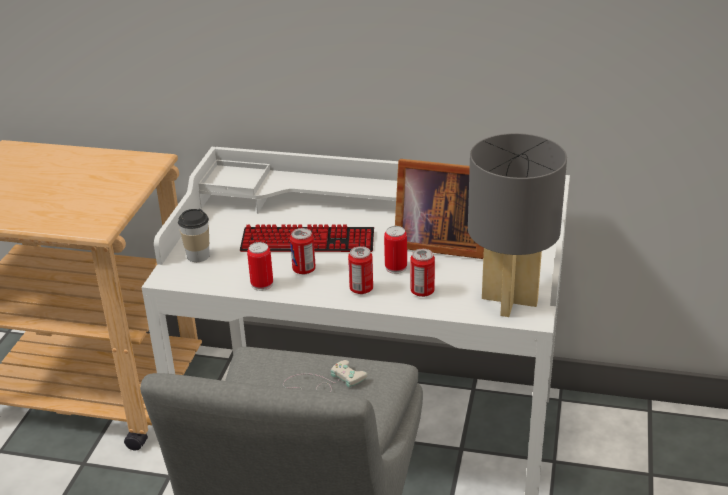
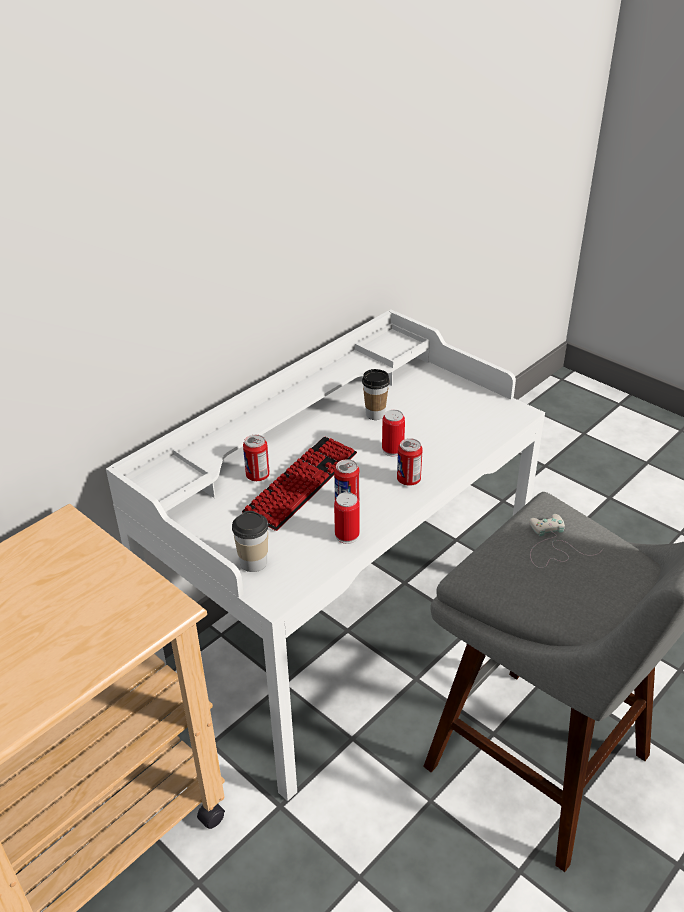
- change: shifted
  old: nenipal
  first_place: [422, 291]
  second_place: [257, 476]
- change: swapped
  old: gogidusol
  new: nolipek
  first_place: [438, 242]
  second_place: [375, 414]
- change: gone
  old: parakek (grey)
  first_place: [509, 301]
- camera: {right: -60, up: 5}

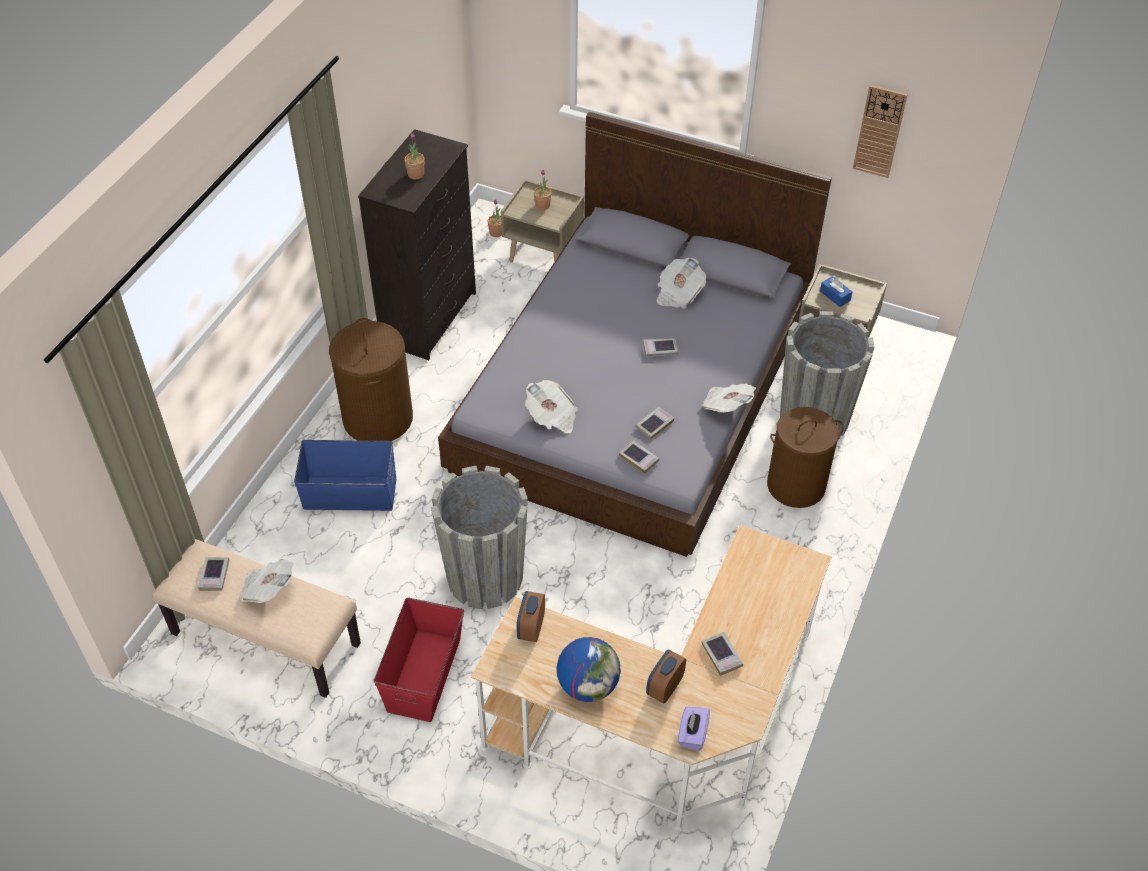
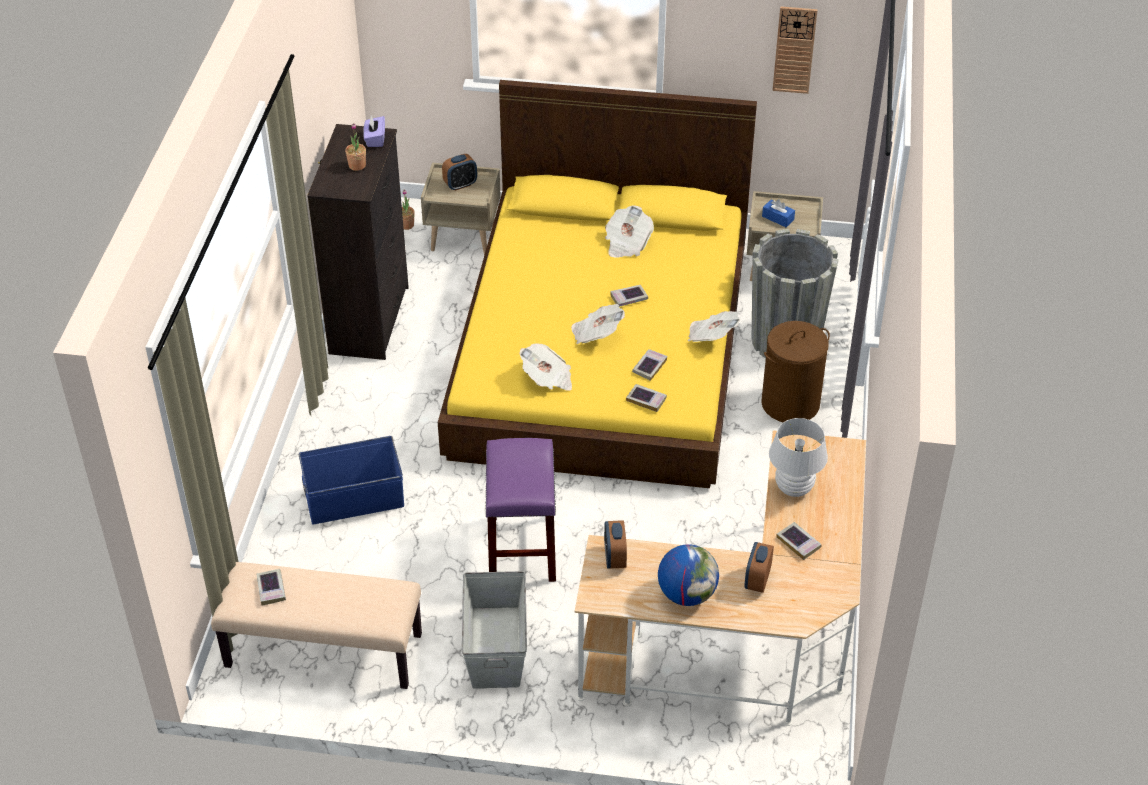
- change: shifted
  old: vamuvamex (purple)
  first_place: [692, 734]
  second_place: [375, 139]
- change: repainted
  old: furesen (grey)
  new: furesen (yellow)
  first_place: [634, 388]
  second_place: [602, 346]
- change: swapped
  old: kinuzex
  new: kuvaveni
  first_place: [542, 205]
  second_place: [460, 185]
- change: repainted
  old: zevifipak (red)
  new: zevifipak (grey)
  first_place: [423, 674]
  second_place: [495, 647]
- change: swapped
  old: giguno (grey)
  new: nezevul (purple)
  first_place: [484, 577]
  second_place: [521, 548]
- change: shifted
  old: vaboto
  first_place: [268, 589]
  second_place: [596, 334]
- change: new
  new: parakek (white)
  second_place: [793, 488]
- change: gone
  old: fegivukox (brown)
  first_place: [377, 418]
- camera: {right: -15, up: -5}

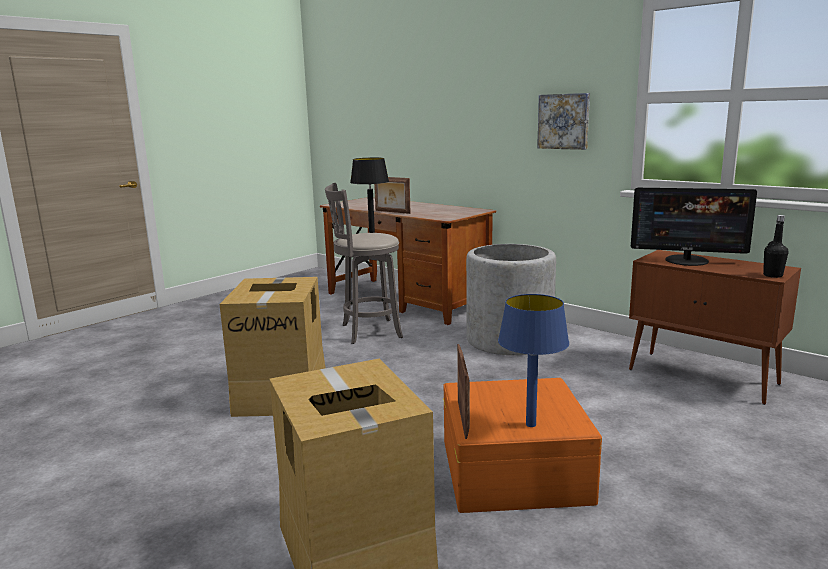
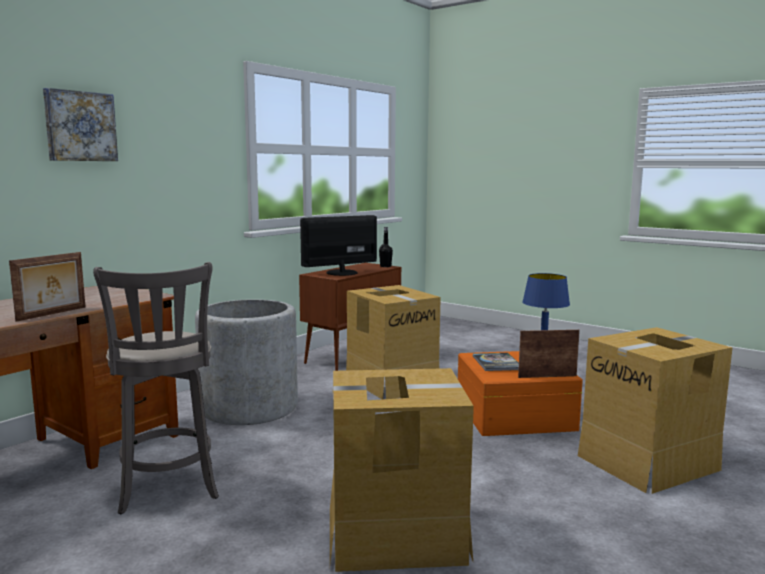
- change: shifted
  old: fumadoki
  first_place: [564, 121]
  second_place: [80, 126]
- change: rotated
  old: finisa
  first_place: [687, 260]
  second_place: [341, 272]
  degrees: -135
- change: new
  new: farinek
  second_place: [392, 382]
- change: new
  new: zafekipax
  second_place: [497, 363]
- change: gone
  old: parakek (black)
  first_place: [371, 232]
- camera: {right: -95, up: -5}

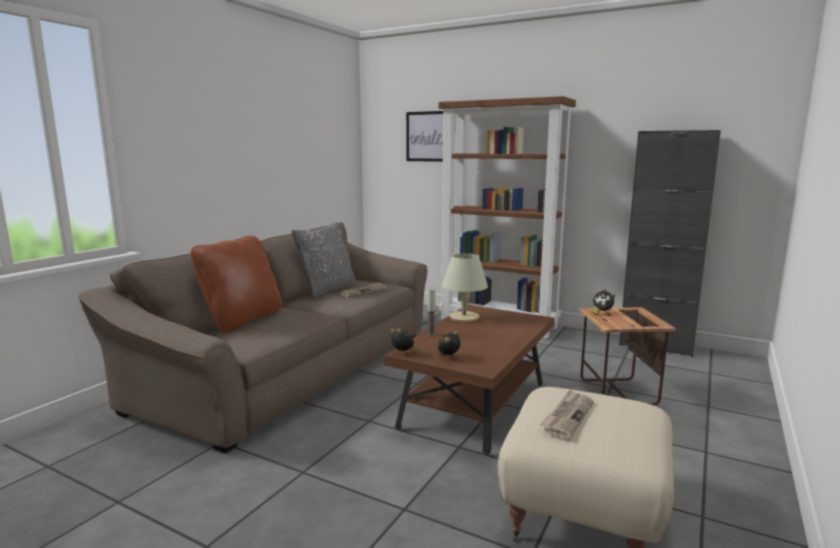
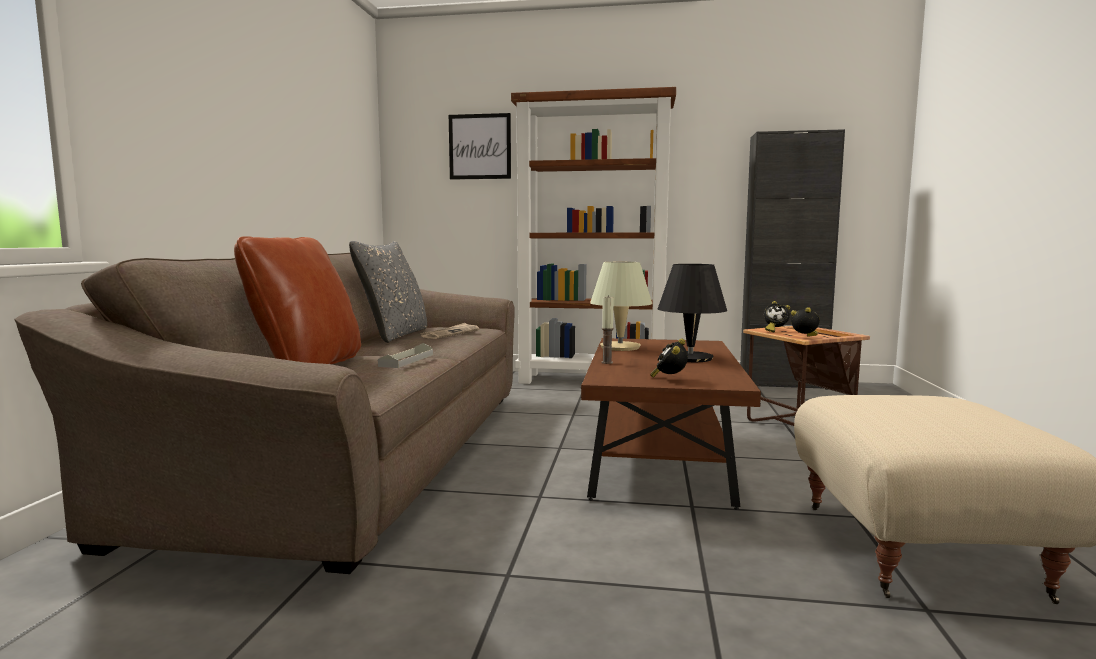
- change: new
  new: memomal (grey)
  second_place: [406, 360]
- change: new
  new: parakek (black)
  second_place: [690, 358]
- change: shifted
  old: kuvaveni
  first_place: [403, 354]
  second_place: [805, 338]
- change: gone
  old: vaboto
  first_place: [568, 416]
- camera: {right: -20, up: -5}

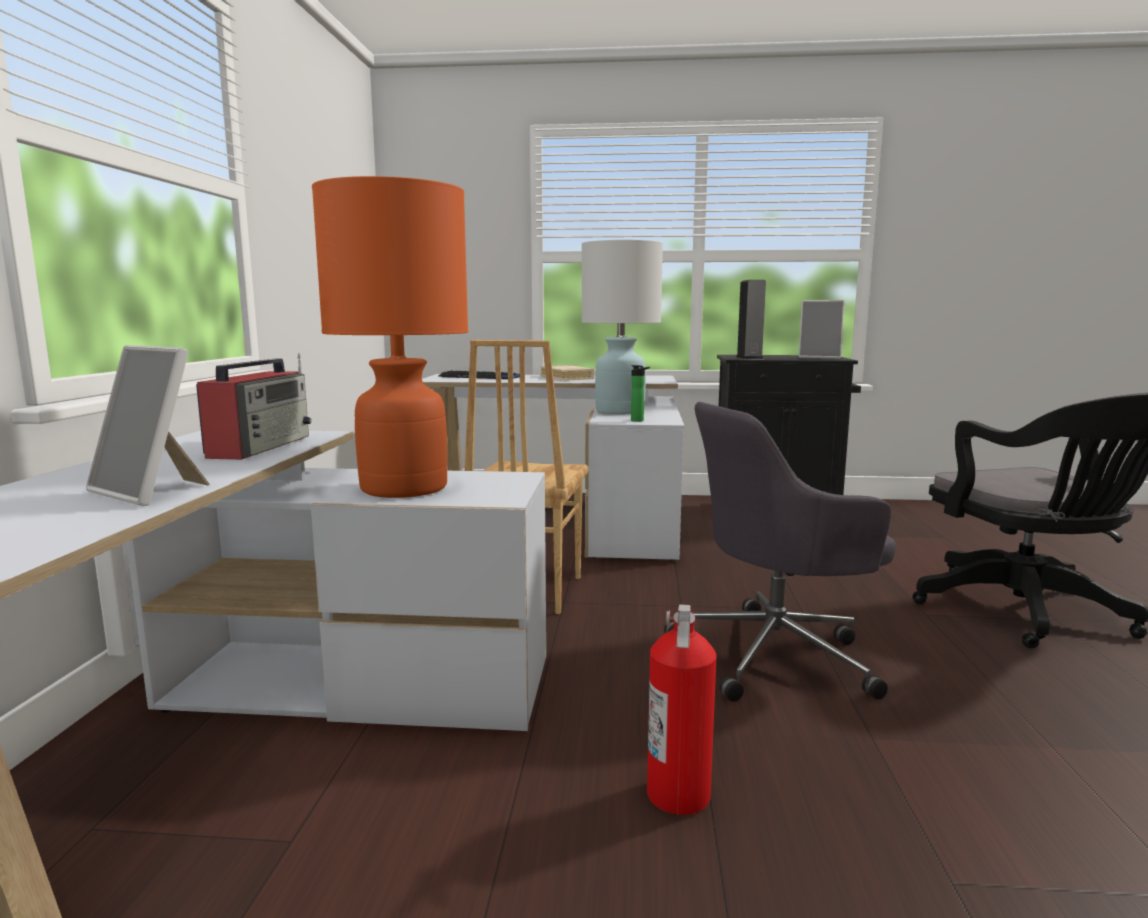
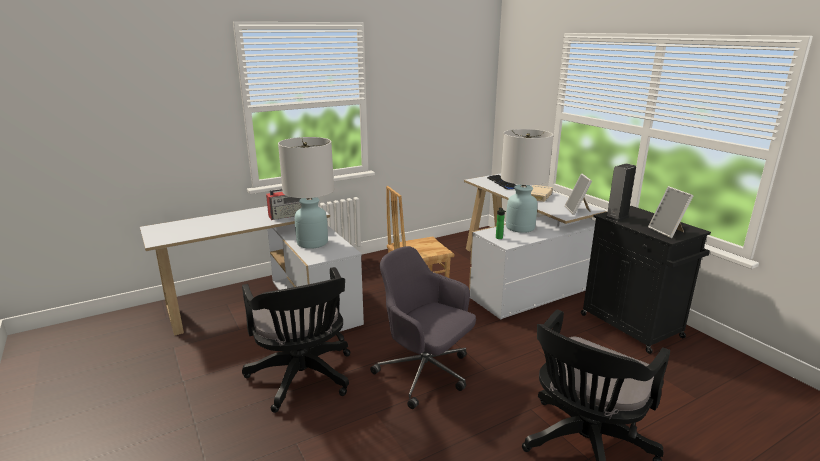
- change: swapped
  old: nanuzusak
  new: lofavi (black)
  first_place: [679, 794]
  second_place: [303, 379]
- change: repainted
  old: parakek (orange)
  new: parakek (white)
  first_place: [403, 488]
  second_place: [312, 243]
- change: shifted
  old: gogidusol
  first_place: [153, 492]
  second_place: [577, 210]
- camera: {right: 55, up: 10}

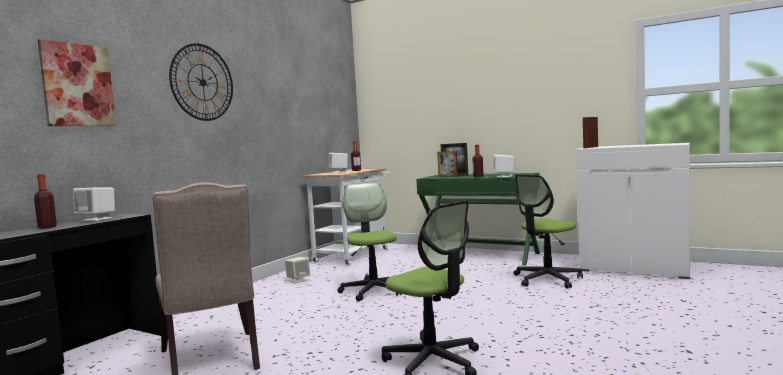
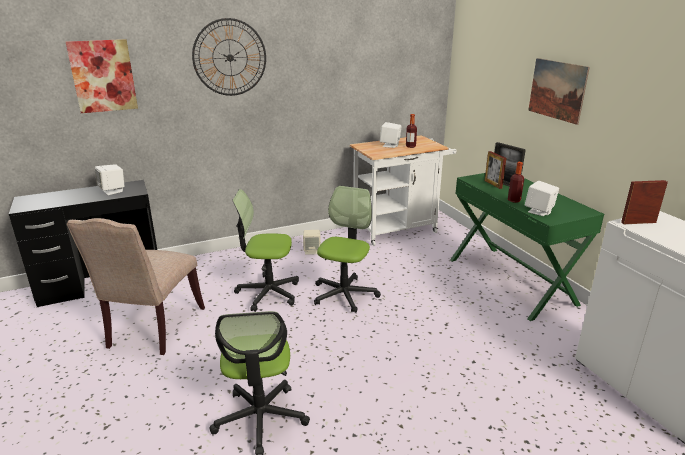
- change: shifted
  old: lofavi
  first_place: [547, 279]
  second_place: [268, 293]
- change: new
  new: fumadoki
  second_place: [557, 90]
- change: gone
  old: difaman
  first_place: [47, 227]
- camera: {right: 35, up: 20}

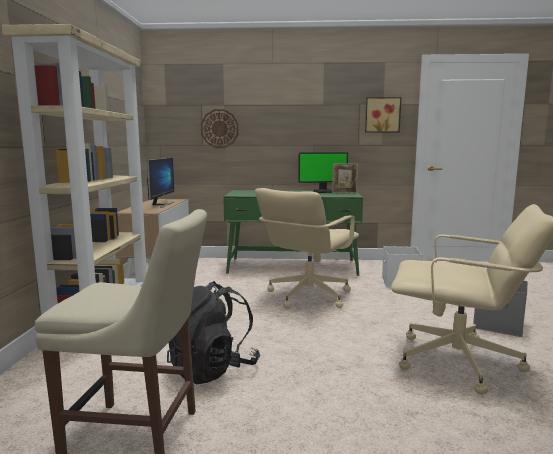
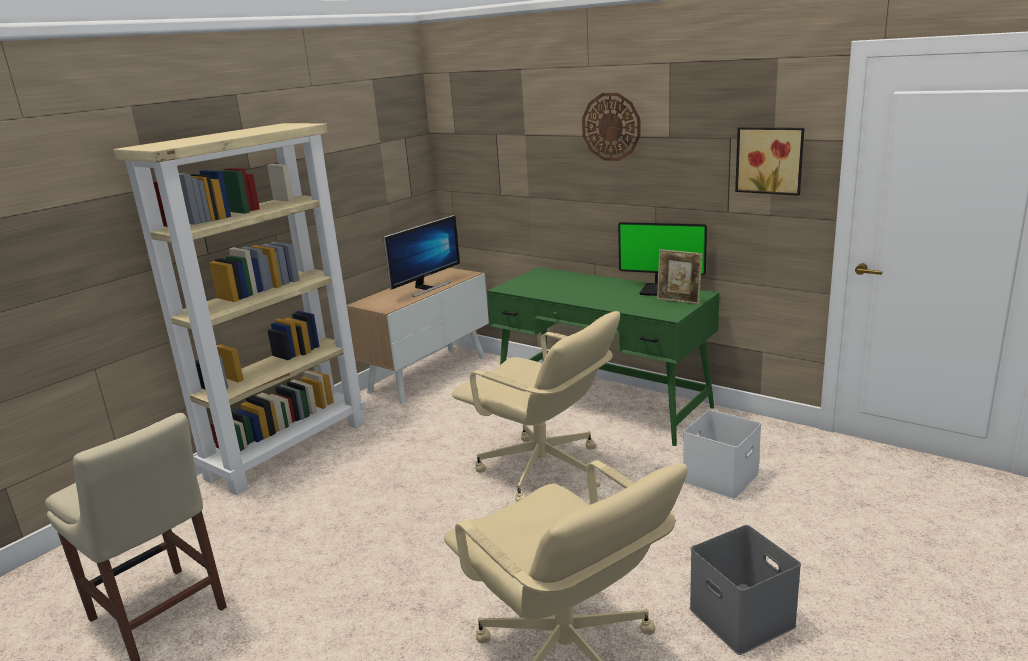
- change: rotated
  old: lofavi (beige)
  first_place: [307, 296]
  second_place: [543, 471]
  degrees: -120
- change: shifted
  old: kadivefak
  first_place: [219, 128]
  second_place: [611, 127]
- change: gone
  old: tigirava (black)
  first_place: [213, 369]
- camera: {right: 35, up: 10}

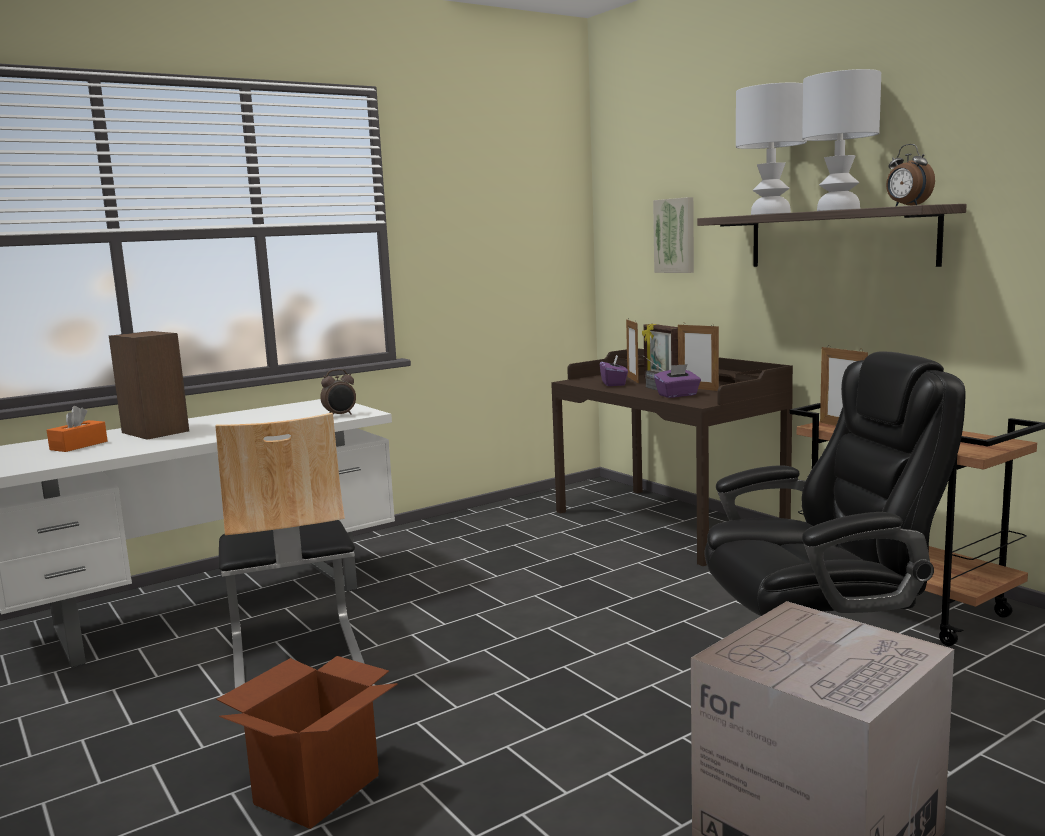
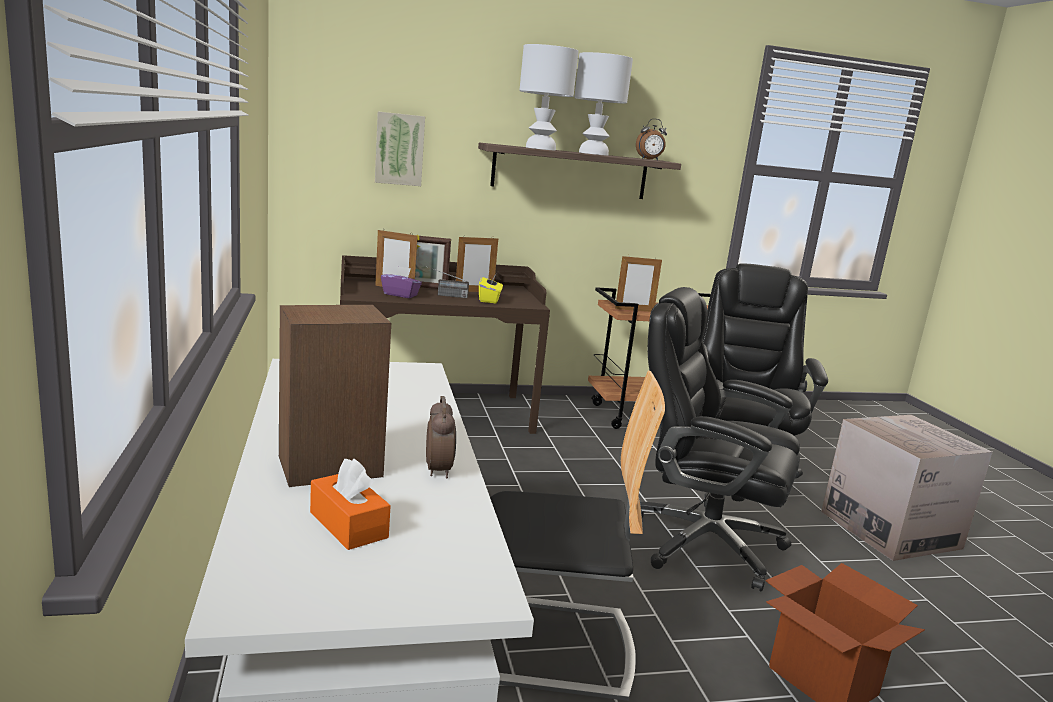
- change: shifted
  old: kuvaveni
  first_place: [340, 415]
  second_place: [439, 470]
- change: repainted
  old: vamuvamex (purple)
  new: vamuvamex (yellow)
  first_place: [677, 395]
  second_place: [489, 300]
- change: new
  new: lofavi (black)
  second_place: [702, 542]
- camera: {right: -70, up: 5}

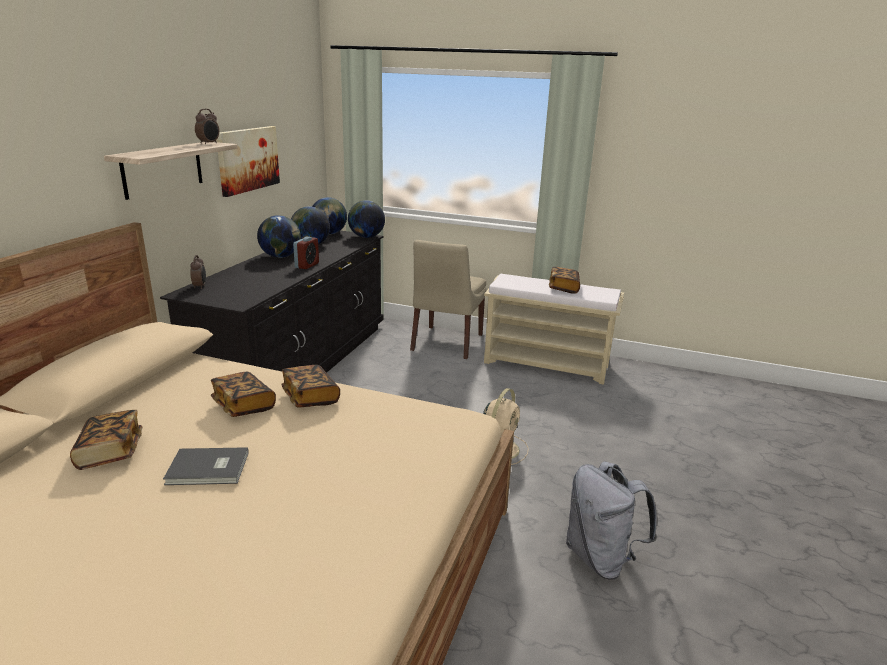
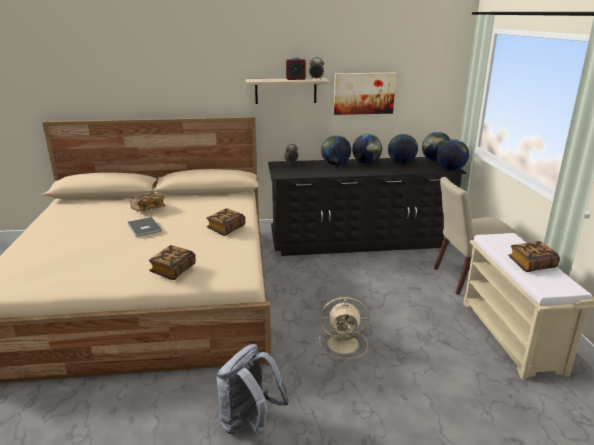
- change: shifted
  old: zafekipax
  first_place: [243, 406]
  second_place: [173, 270]
- change: shifted
  old: kuvaveni
  first_place: [307, 265]
  second_place: [295, 79]
- change: new
  new: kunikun
  second_place: [335, 164]
- camera: {right: 65, up: 0}

